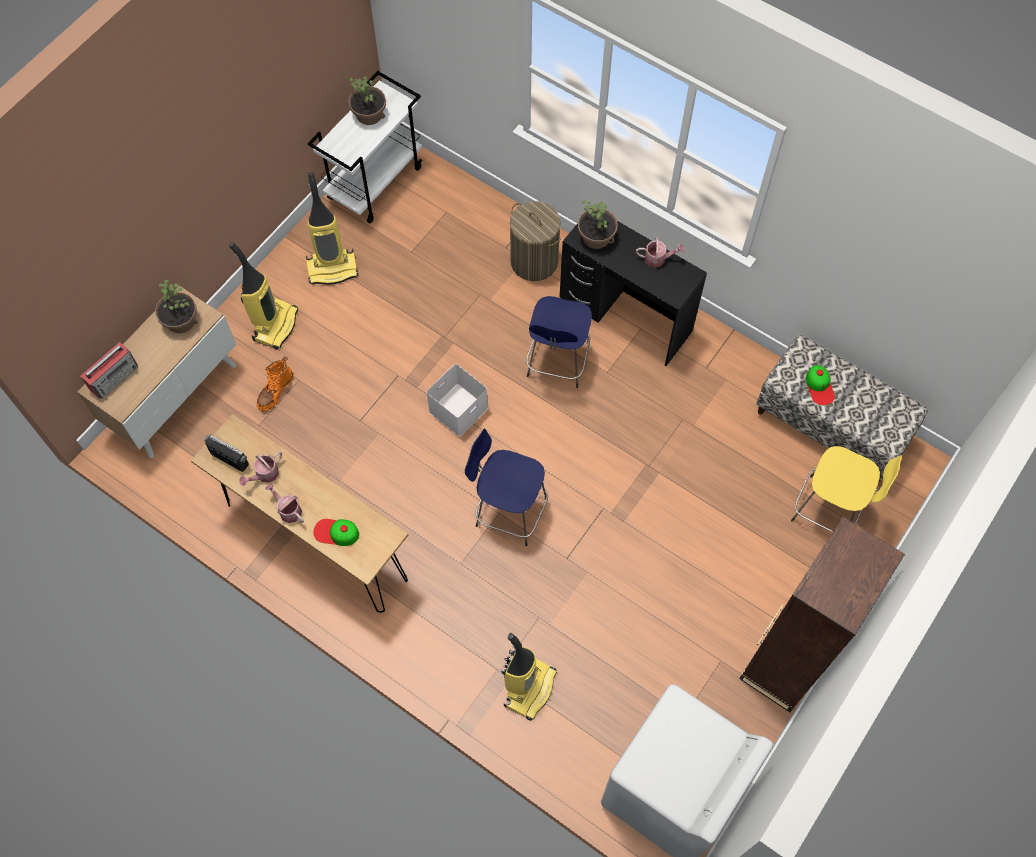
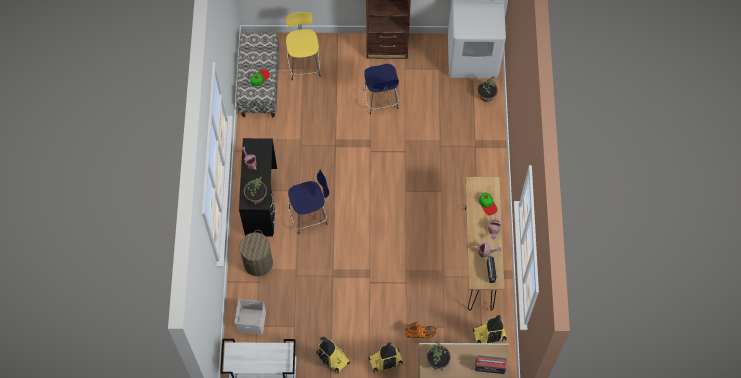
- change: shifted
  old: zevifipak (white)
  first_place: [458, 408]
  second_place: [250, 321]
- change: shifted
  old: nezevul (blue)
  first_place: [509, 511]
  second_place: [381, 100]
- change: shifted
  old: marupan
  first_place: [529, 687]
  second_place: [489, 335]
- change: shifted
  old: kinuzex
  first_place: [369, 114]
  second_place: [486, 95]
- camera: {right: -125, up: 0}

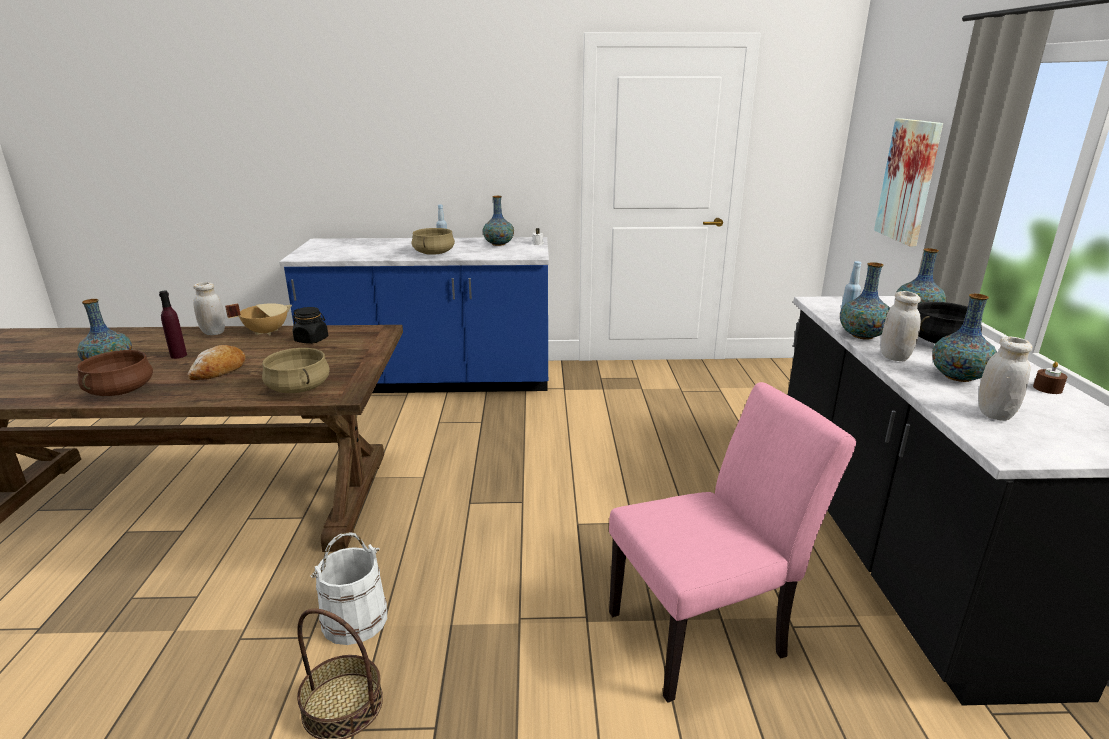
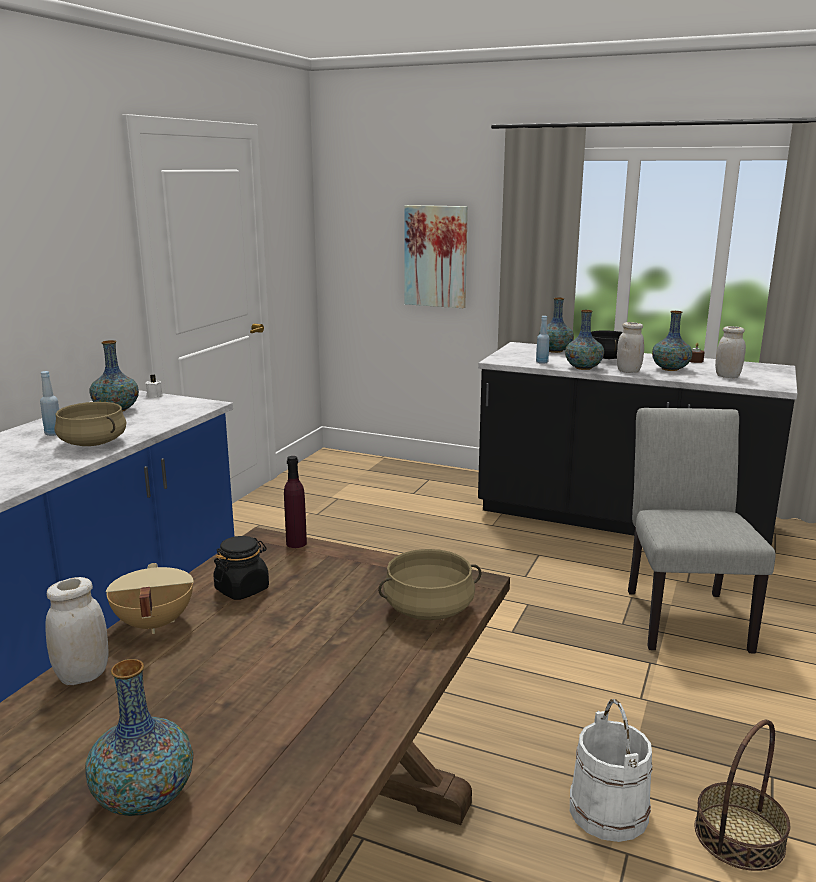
- change: shifted
  old: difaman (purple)
  first_place: [178, 355]
  second_place: [296, 543]
- change: repainted
  old: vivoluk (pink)
  new: vivoluk (grey)
  first_place: [708, 631]
  second_place: [683, 614]
- change: gone
  old: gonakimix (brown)
  first_place: [120, 390]
- change: gone
  old: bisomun
  first_place: [219, 371]
- camera: {right: -65, up: -5}

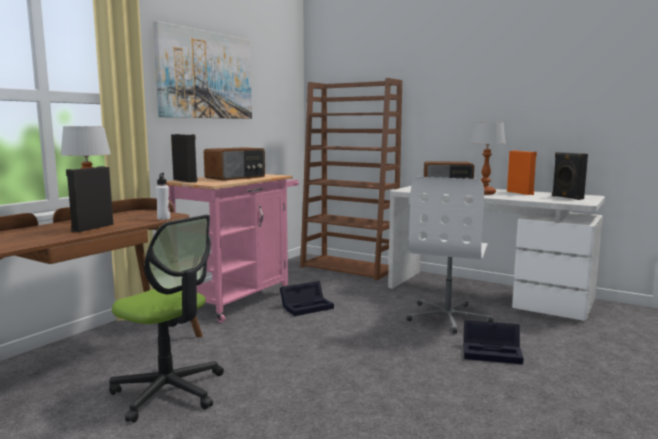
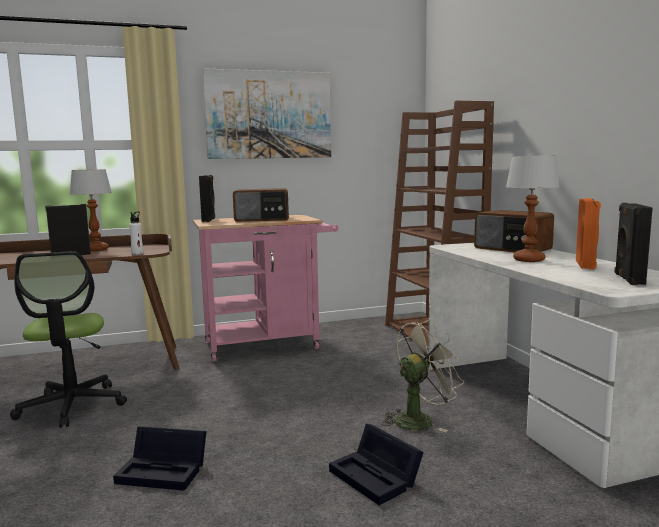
- change: shifted
  old: zevifipak (black)
  first_place: [307, 306]
  second_place: [165, 471]
- change: swapped
  old: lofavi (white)
  new: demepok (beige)
  first_place: [448, 317]
  second_place: [419, 419]
- camera: {right: 40, up: 0}

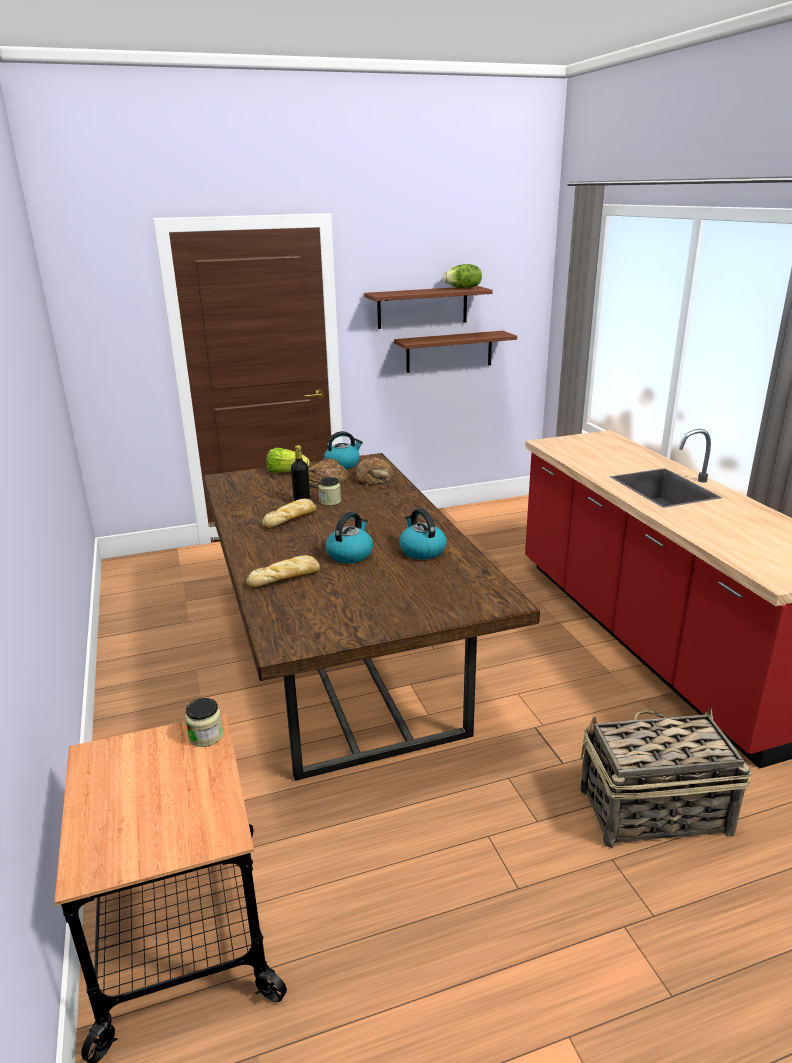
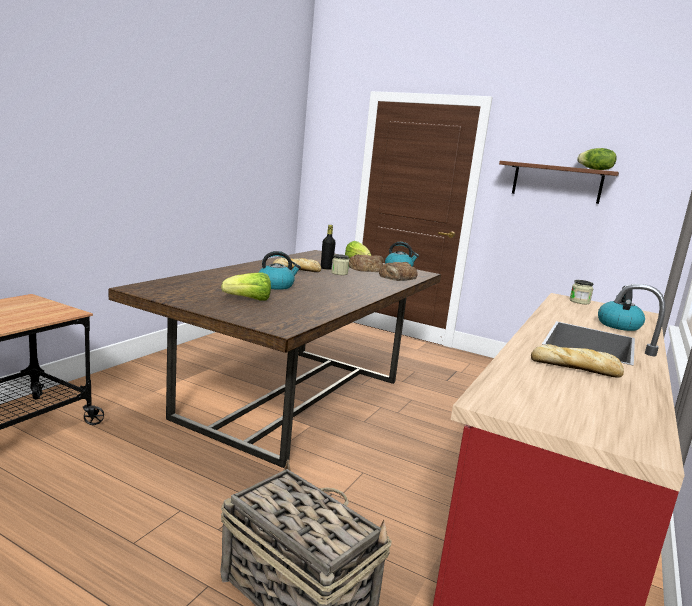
- change: new
  new: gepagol
  second_place: [249, 300]
- change: shifted
  old: bisomun
  first_place: [285, 578]
  second_place: [577, 368]
- change: shifted
  old: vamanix
  first_place: [206, 736]
  second_place: [579, 301]
- change: shifted
  old: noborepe
  first_place: [421, 551]
  second_place: [618, 325]
- change: gone
  old: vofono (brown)
  first_place: [449, 351]
- camera: {right: 45, up: -10}

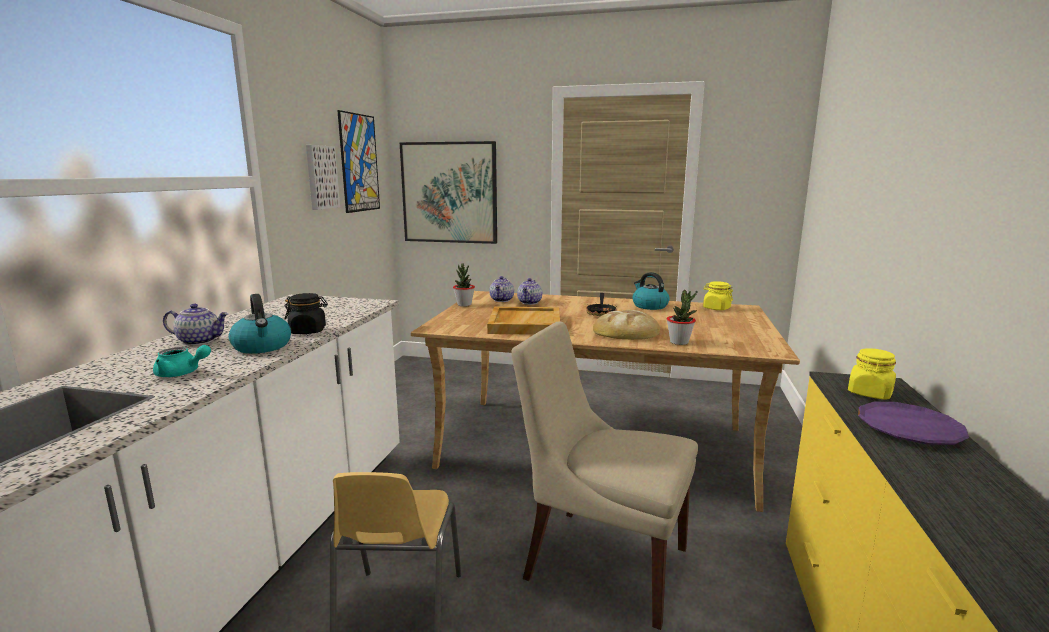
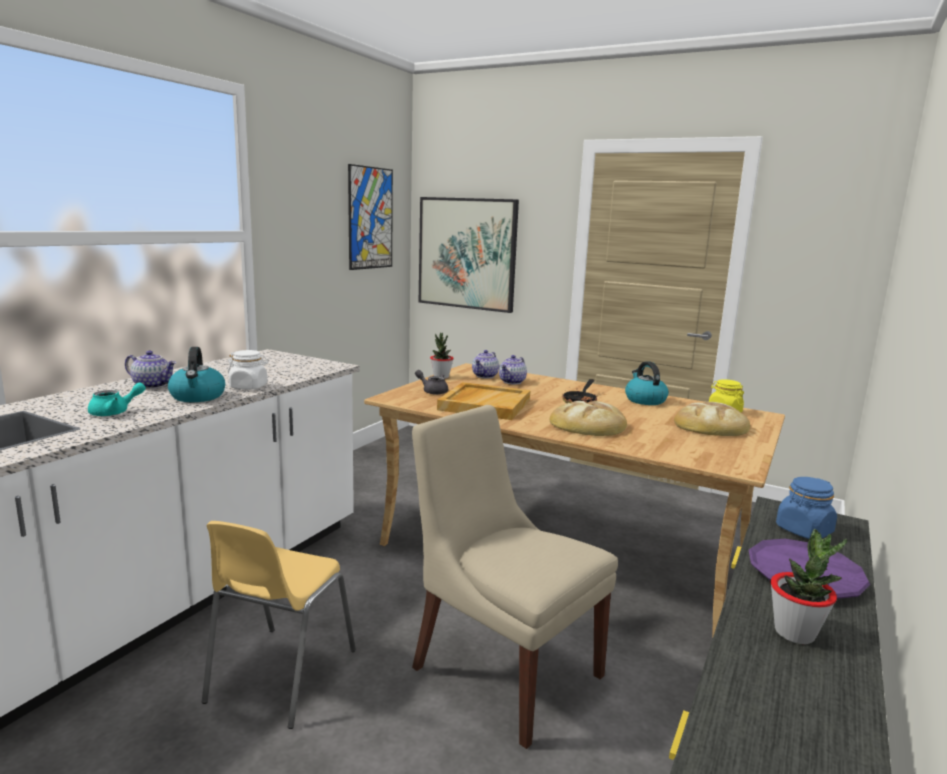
- change: rotated
  old: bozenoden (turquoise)
  first_place: [182, 373]
  second_place: [115, 412]
  degrees: -60
- change: repainted
  old: vamanix (black)
  new: vamanix (white)
  first_place: [308, 331]
  second_place: [249, 387]
- change: new
  new: bozenoden (grey)
  second_place: [432, 391]
- change: new
  new: bisomun
  second_place: [711, 426]
- change: shifted
  old: kinuzex
  first_place: [679, 342]
  second_place: [795, 633]
- change: repainted
  old: vamanix (yellow)
  new: vamanix (blue)
  first_place: [870, 393]
  second_place: [804, 530]
- change: gone
  old: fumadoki
  first_place: [321, 177]
- camera: {right: 15, up: 0}

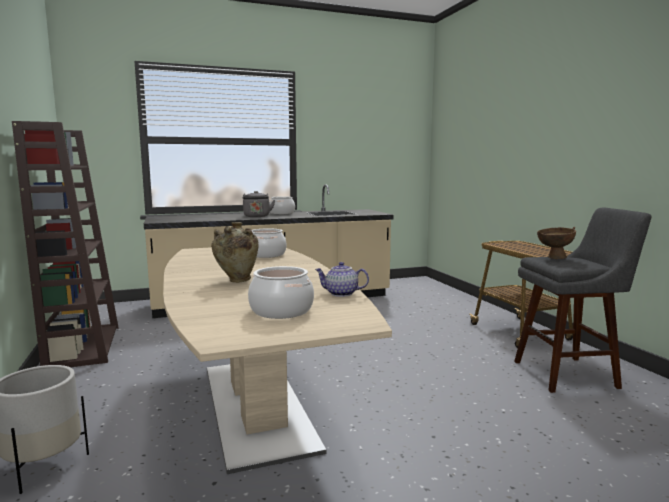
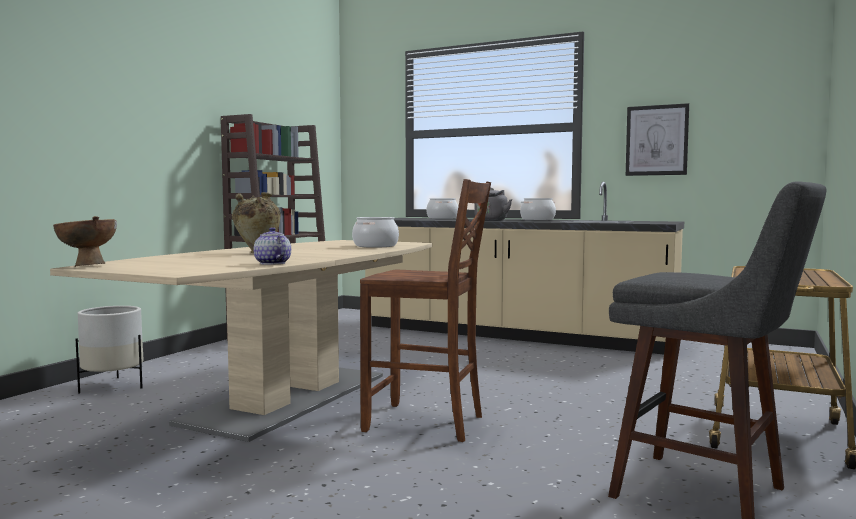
- change: shifted
  old: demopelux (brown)
  first_place: [553, 258]
  second_place: [87, 266]
- change: new
  new: vivoluk (brown)
  second_place: [427, 423]
- change: shifted
  old: gonakimix
  first_place: [282, 311]
  second_place: [442, 218]
- change: new
  new: fumadoki
  second_place: [656, 140]
- camera: {right: 45, up: -5}

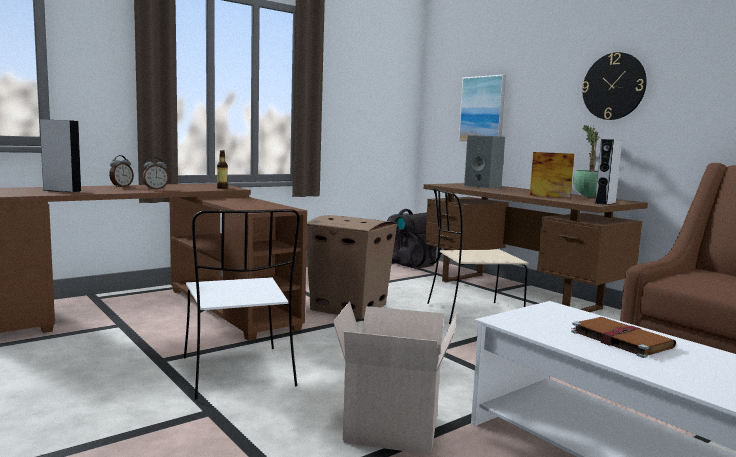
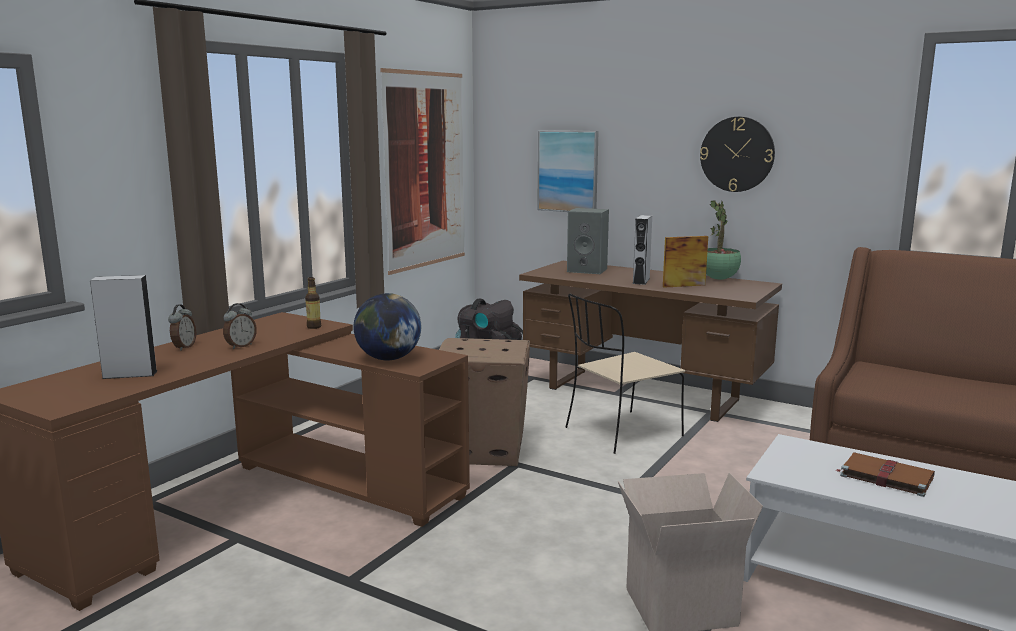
- change: new
  new: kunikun
  second_place: [388, 359]
- change: new
  new: fumadoki
  second_place: [425, 170]
- change: shifted
  old: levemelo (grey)
  first_place: [605, 203]
  second_place: [641, 281]
- change: gone
  old: vivoluk (white)
  first_place: [239, 373]
- camera: {right: -20, up: 5}

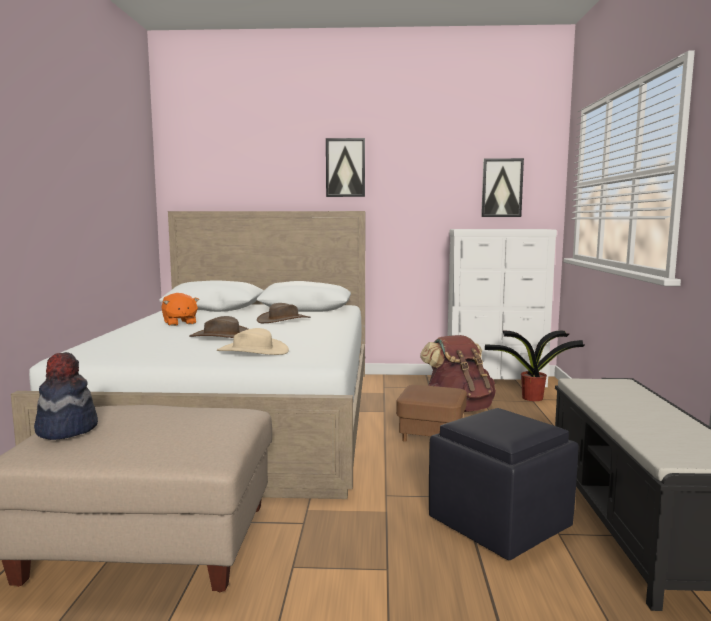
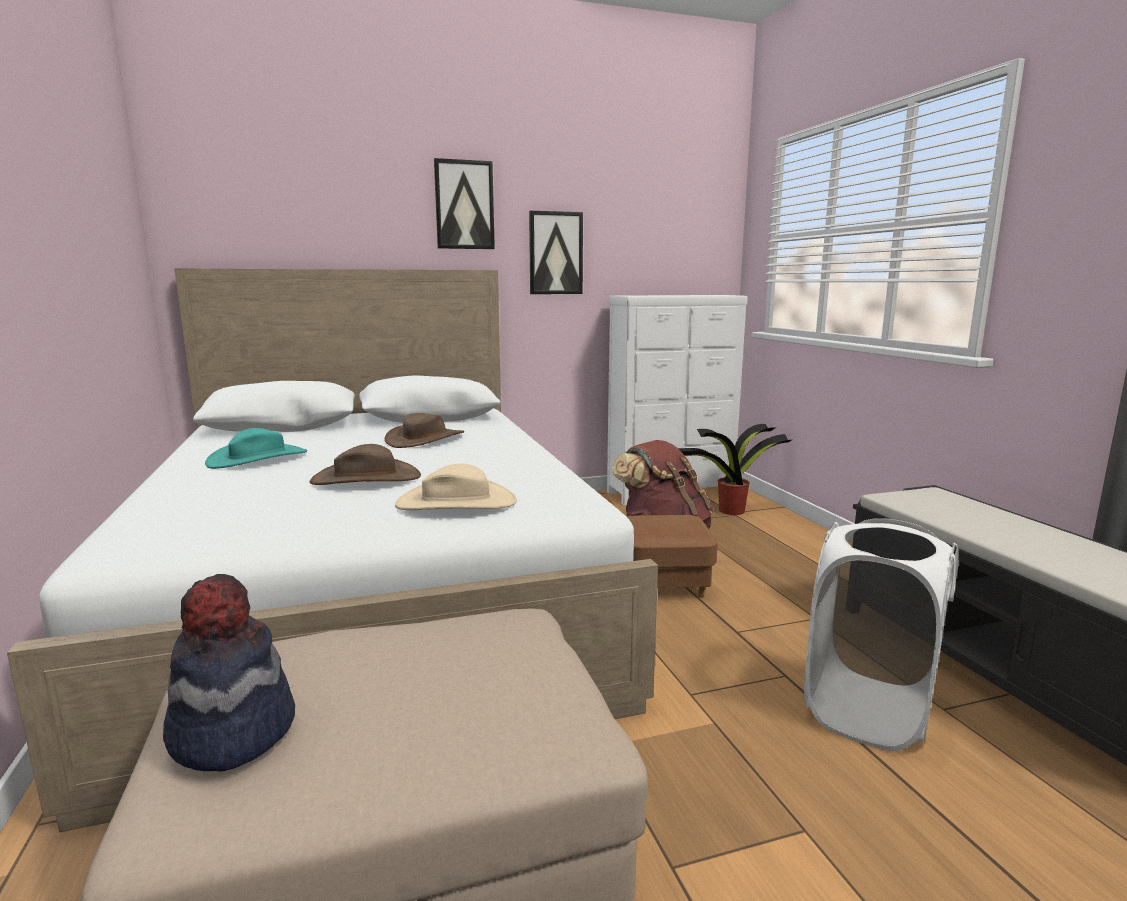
- change: swapped
  old: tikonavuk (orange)
  new: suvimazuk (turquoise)
  first_place: [179, 323]
  second_place: [258, 458]
- change: shifted
  old: fumadoki
  first_place: [502, 188]
  second_place: [555, 253]
- change: swapped
  old: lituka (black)
  new: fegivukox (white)
  first_place: [499, 524]
  second_place: [868, 711]
- camera: {right: -20, up: 5}

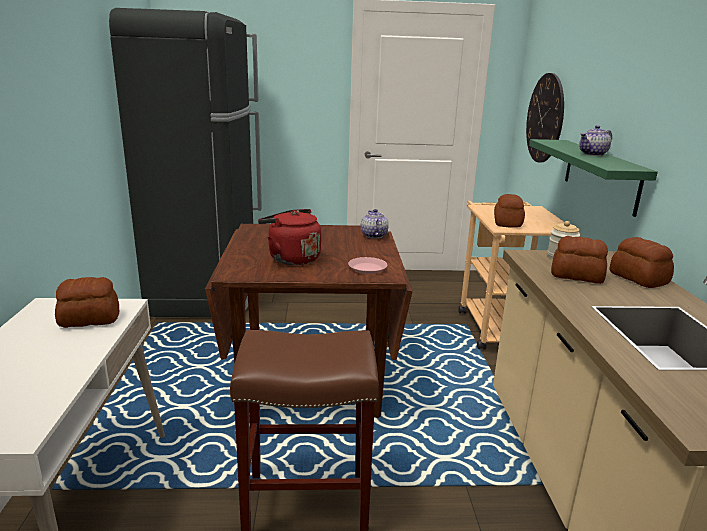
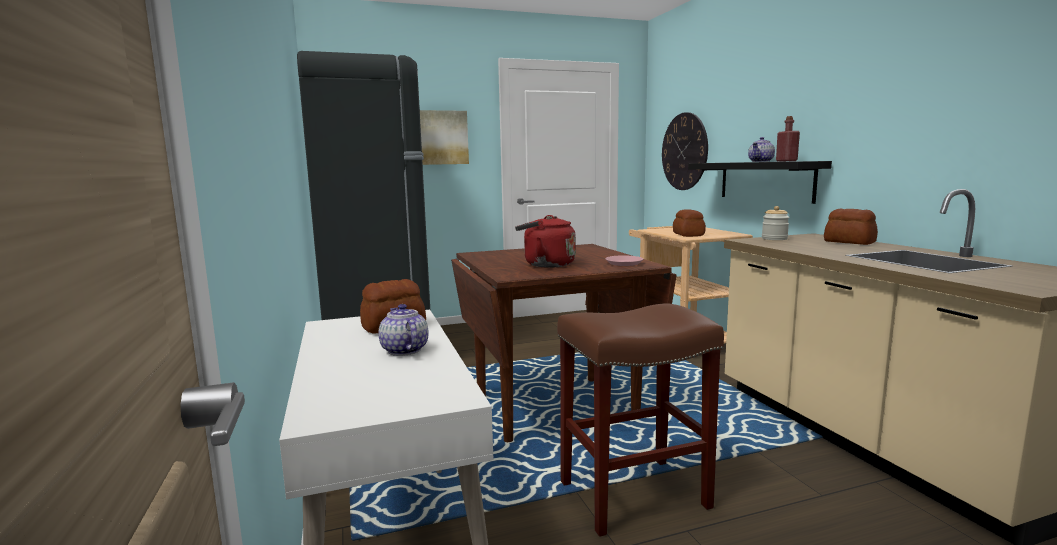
- change: shifted
  old: bozenoden
  first_place: [373, 235]
  second_place: [403, 350]
- change: new
  new: fumadoki
  second_place: [441, 137]
- change: repainted
  old: vofono (green)
  new: vofono (black)
  first_place: [600, 175]
  second_place: [765, 181]
- change: new
  new: difaman (red)
  second_place: [786, 161]
- change: gone
  old: bisomun
  first_place: [577, 276]
- camera: {right: -15, up: -10}

